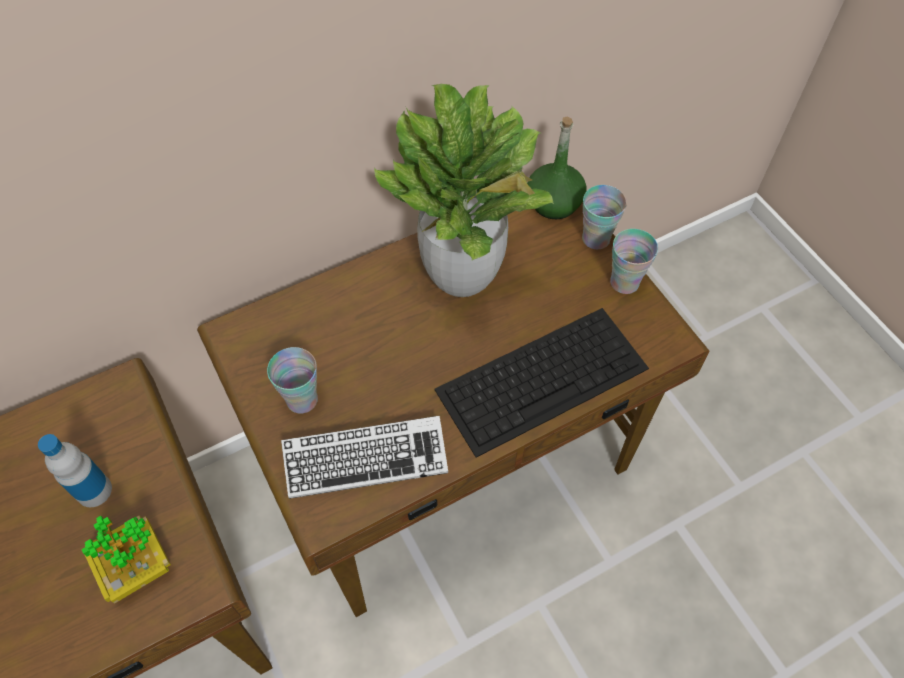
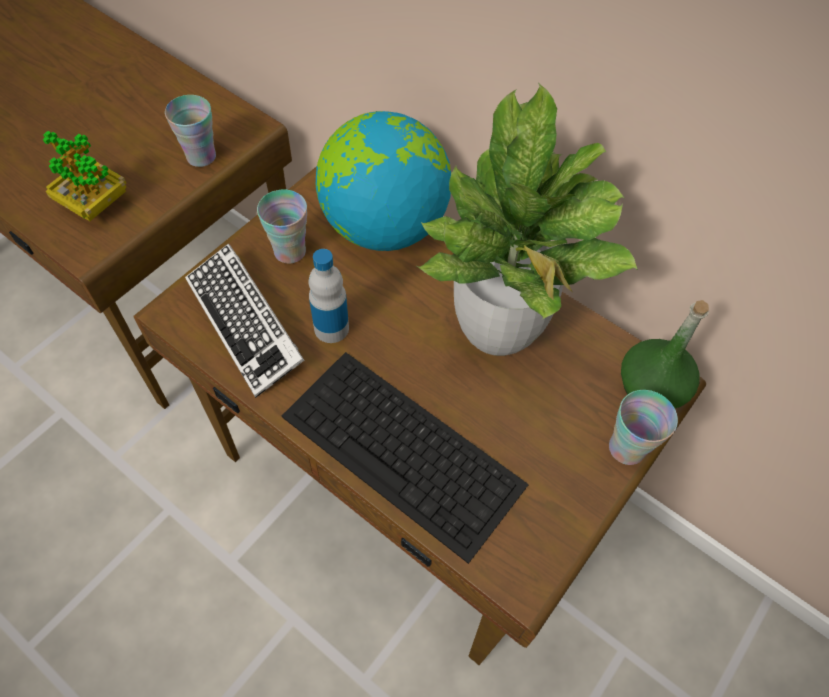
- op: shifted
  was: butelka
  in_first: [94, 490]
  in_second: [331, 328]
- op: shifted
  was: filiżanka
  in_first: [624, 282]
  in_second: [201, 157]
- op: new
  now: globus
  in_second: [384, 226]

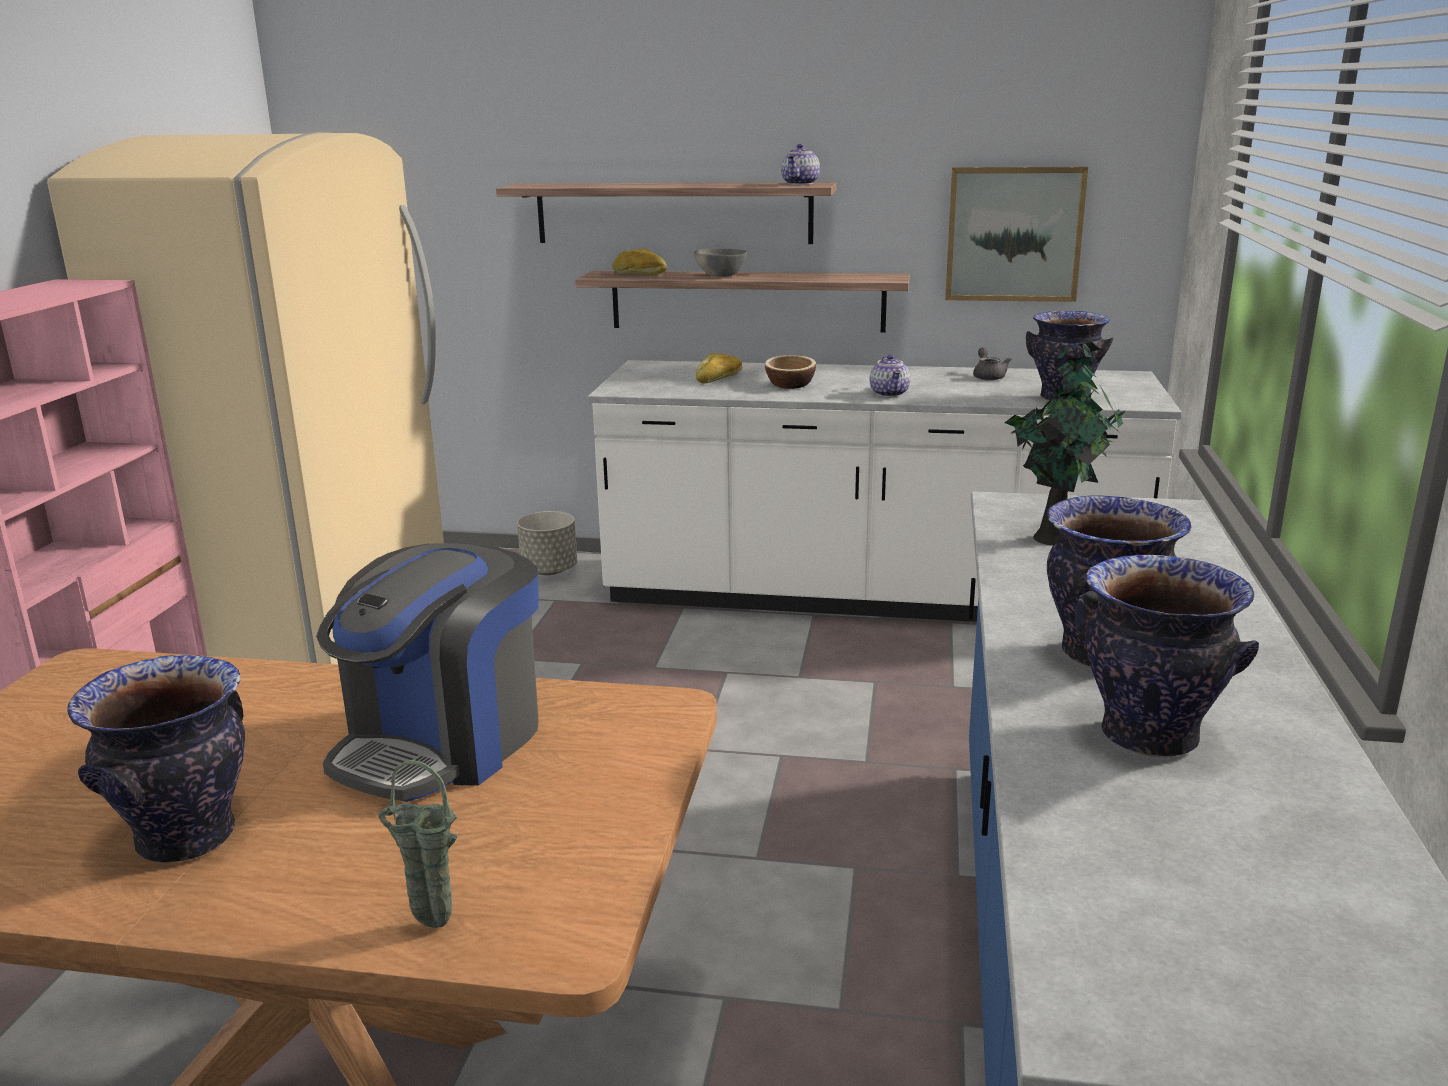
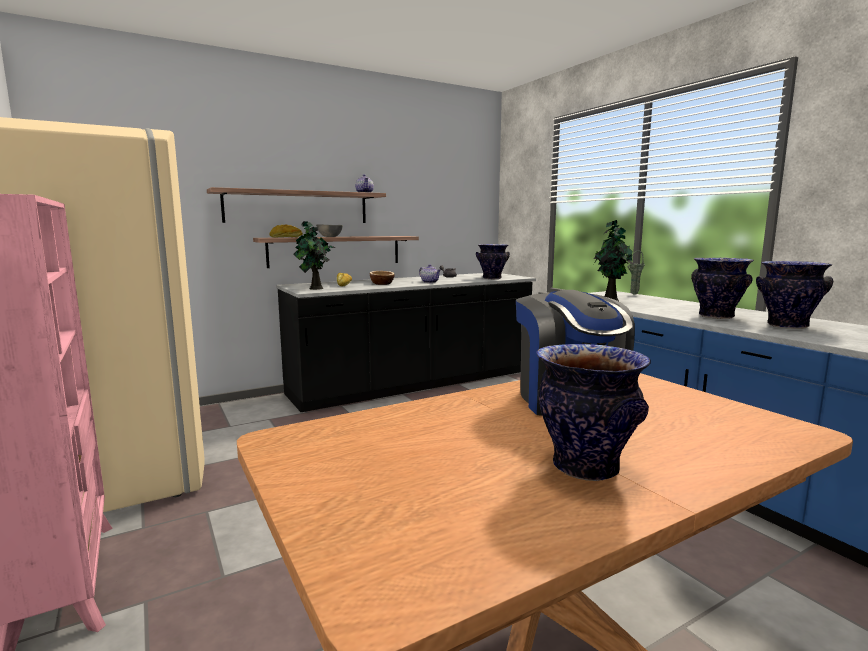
- op: shifted
  was: wazon [zielony]
  in_first: [428, 924]
  in_second: [633, 294]
- op: gone
  was: donica [szary]
  in_first: [549, 570]
- op: repainted
  was: zabudowa kuchenna [biały]
  now: zabudowa kuchenna [czarny]
  in_first: [870, 597]
  in_second: [414, 383]
- op: gone
  was: obraz
  in_first: [1014, 234]
- op: new
  now: roślina doniczkowa
  in_second: [315, 288]

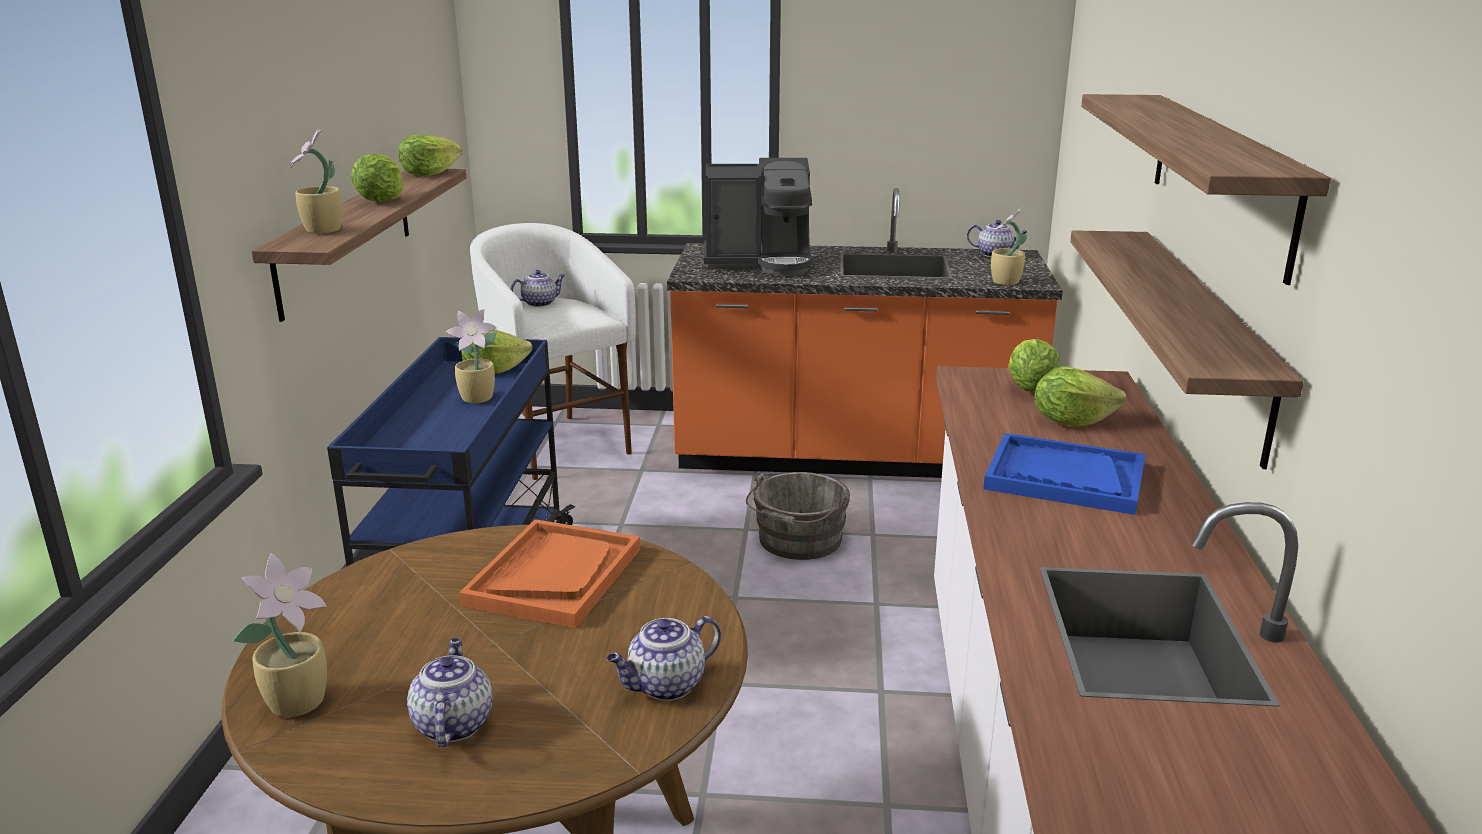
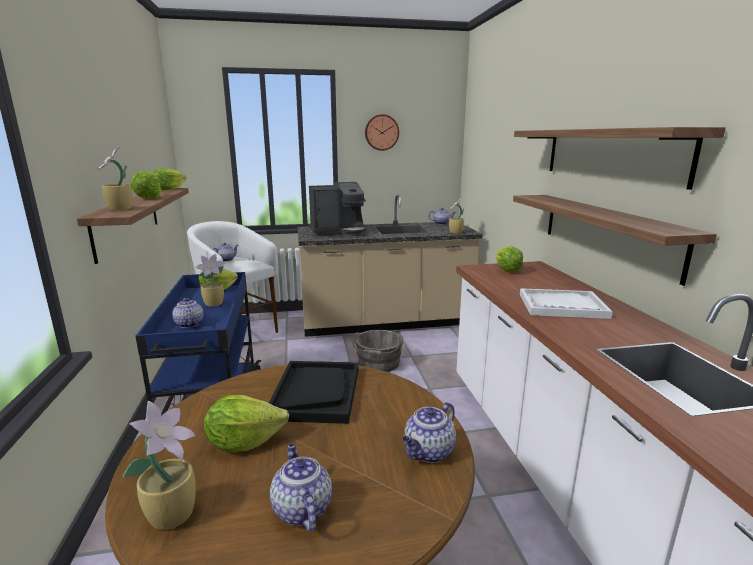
- op: repainted
  was: taca [pomarańczowy]
  now: taca [czarny]
  in_first: [554, 576]
  in_second: [316, 393]
- op: repainted
  was: zabudowa kuchenna [pomarańczowy]
  now: zabudowa kuchenna [beżowy]
  in_first: [852, 457]
  in_second: [385, 322]
- op: repainted
  was: taca [niebieski]
  now: taca [biały]
  in_first: [1064, 477]
  in_second: [562, 306]
- op: shifted
  was: sałata
  in_first: [1071, 421]
  in_second: [244, 442]
- op: new
  now: imbryk
  in_second: [188, 324]
- op: new
  now: zegar ścienny
  in_second: [381, 132]

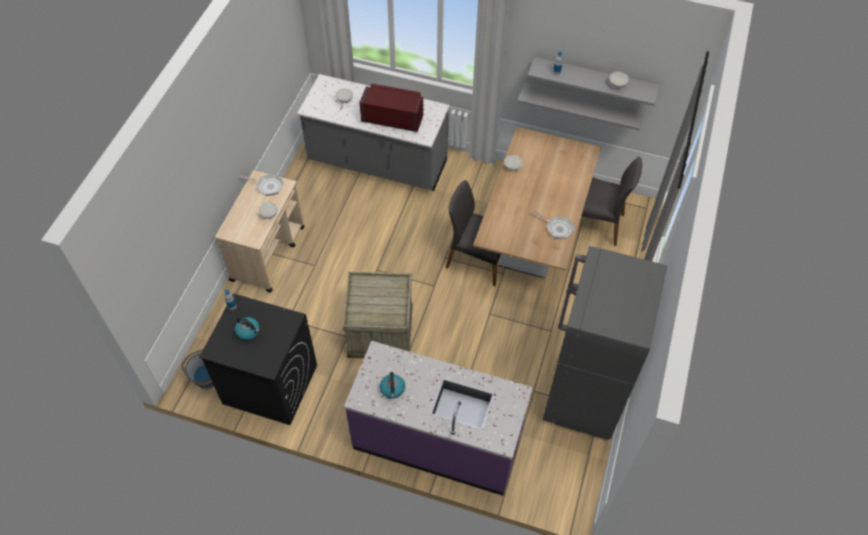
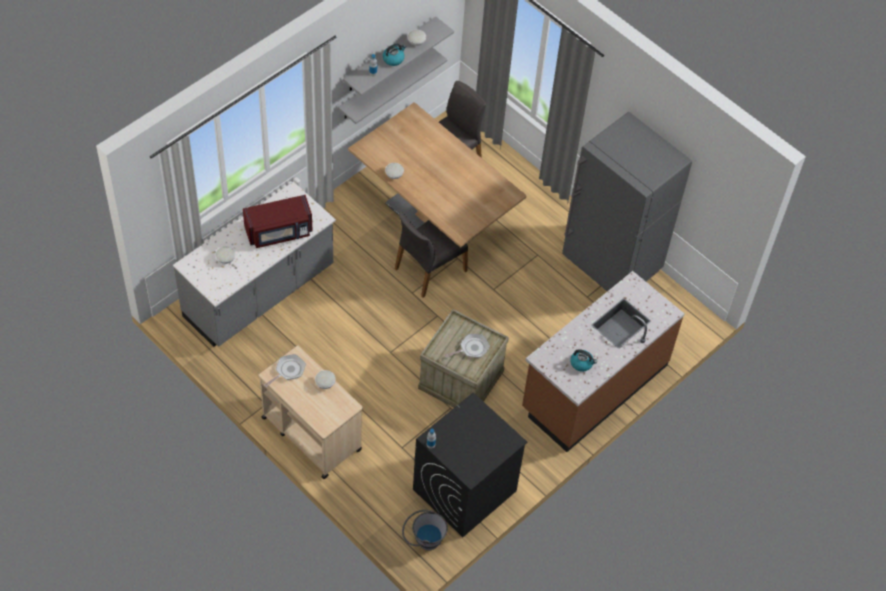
- op: shifted
  was: czajnik
  in_first: [248, 331]
  in_second: [393, 59]
- op: repainted
  was: zabudowa kuchenna [fioletowy]
  now: zabudowa kuchenna [brązowy]
  in_first: [437, 440]
  in_second: [593, 387]
- op: rotated
  was: mikrofalówka [czerwony]
  in_first: [392, 118]
  in_second: [279, 232]
  clockwise: -150
- op: shifted
  was: patelnia
  in_first: [557, 228]
  in_second: [472, 348]

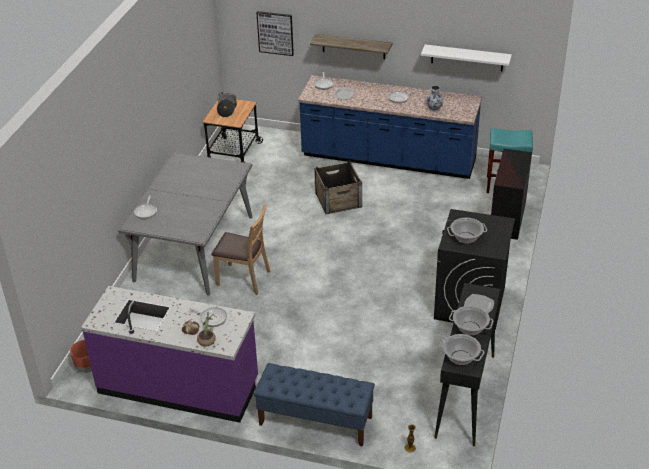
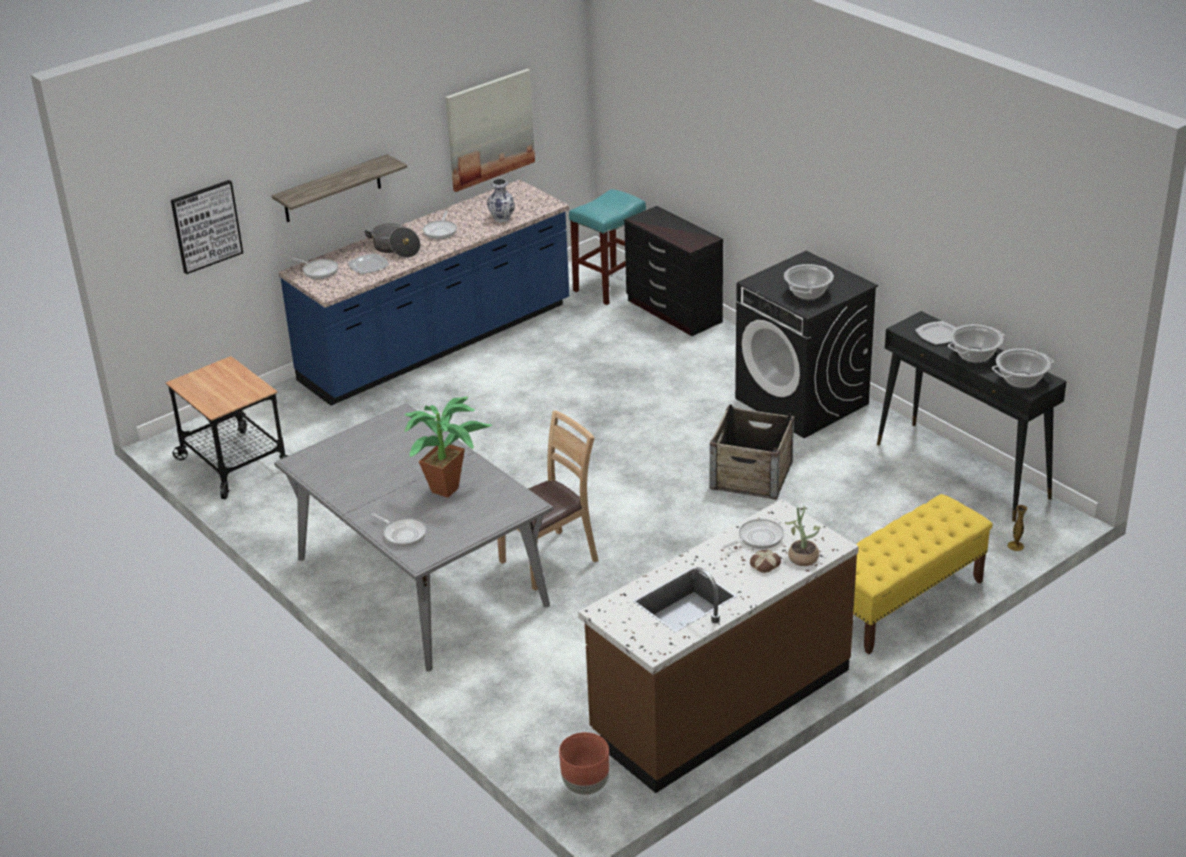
- op: repainted
  was: zabudowa kuchenna [fioletowy]
  now: zabudowa kuchenna [brązowy]
  in_first: [179, 386]
  in_second: [720, 702]
- op: shifted
  was: garnek
  in_first: [227, 109]
  in_second: [395, 249]
- op: repainted
  was: ławka [niebieski]
  now: ławka [żółty]
  in_first: [315, 421]
  in_second: [903, 603]
- op: shifted
  was: skrzynka
  in_first: [338, 199]
  in_second: [751, 474]
- op: swapped
  was: półka [biały]
  now: obraz
  in_first: [467, 58]
  in_second: [489, 129]
- op: new
  now: roślina doniczkowa
  in_second: [450, 488]

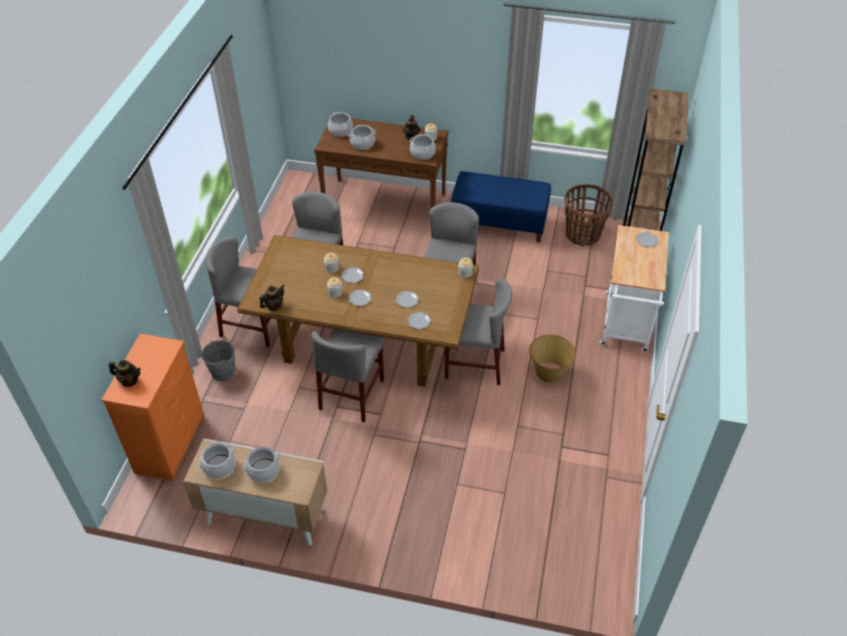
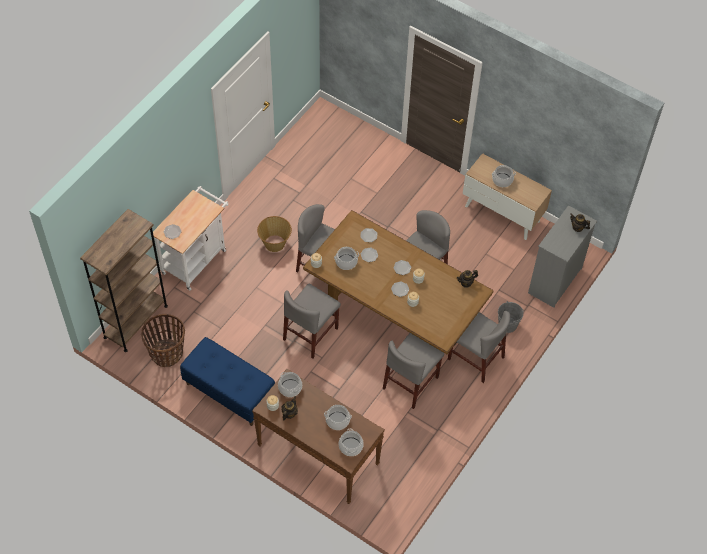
- op: repainted
  was: komoda [pomarańczowy]
  now: komoda [szary]
  in_first: [171, 443]
  in_second: [554, 281]
- op: shifted
  was: garnek
  in_first: [219, 466]
  in_second: [346, 262]

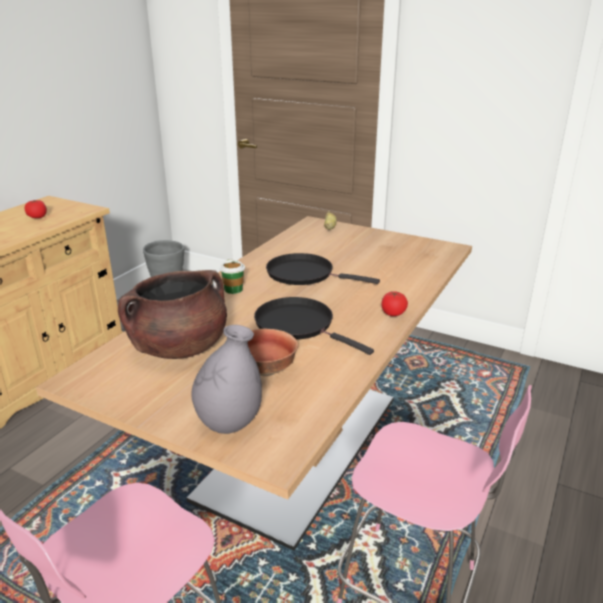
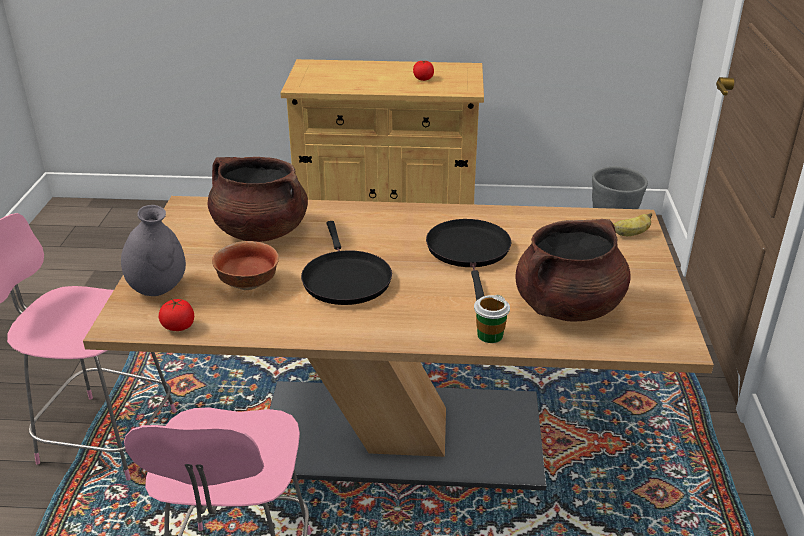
- op: shifted
  was: filiżanka
  in_first: [233, 289]
  in_second: [490, 335]
- op: rotated
  was: patelnia [czarny]
  in_first: [298, 325]
  in_second: [345, 279]
  clockwise: 150
- op: shifted
  was: pomidor
  in_first: [393, 313]
  in_second: [178, 326]
- op: new
  now: garnek [brązowy]
  in_second: [567, 307]

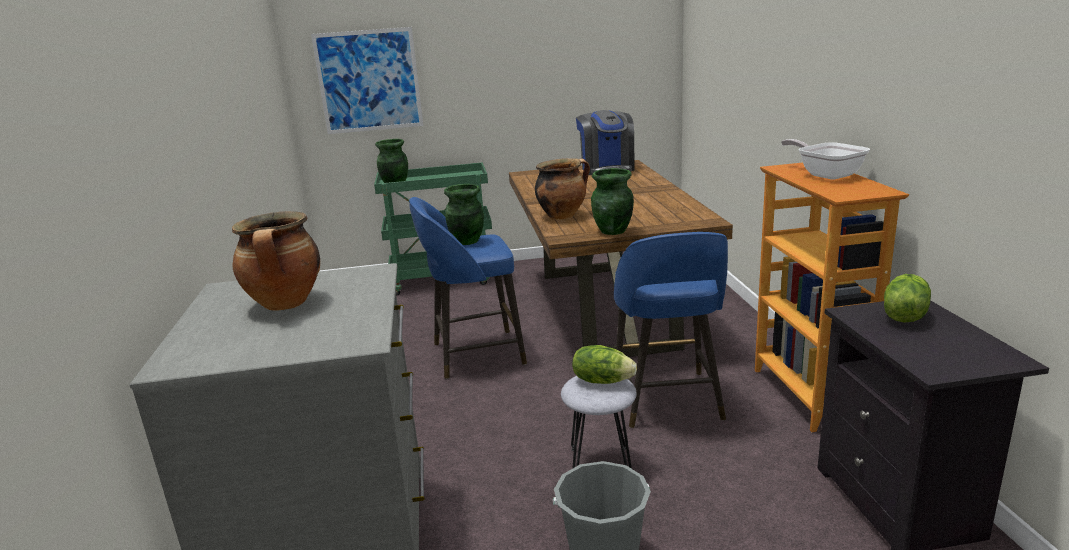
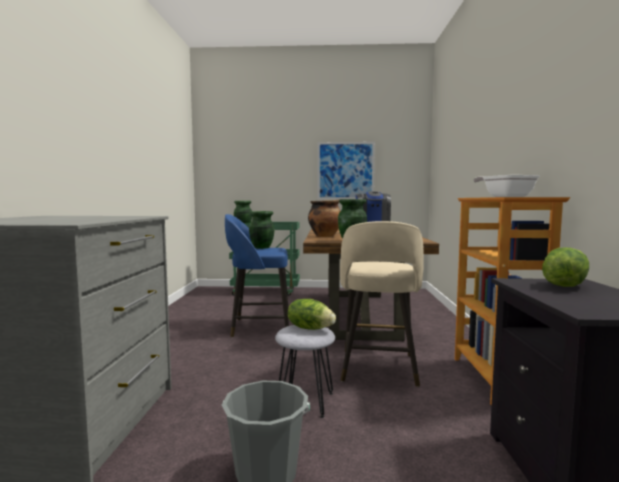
- op: gone
  was: garnek
  in_first: [286, 304]
- op: shifted
  was: obraz
  in_first: [369, 81]
  in_second: [345, 171]
- op: repainted
  was: stołek [niebieski]
  now: stołek [beżowy]
  in_first: [667, 401]
  in_second: [378, 369]

